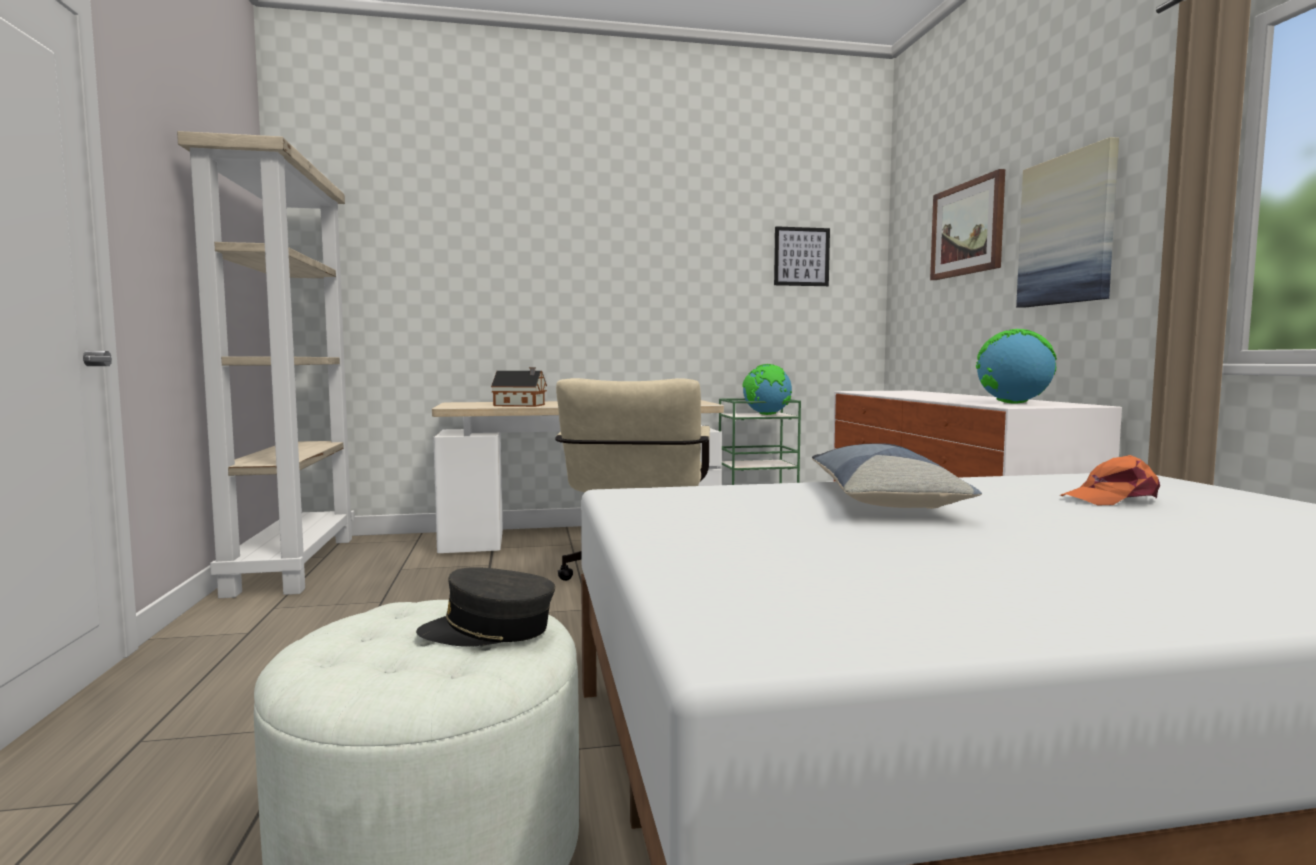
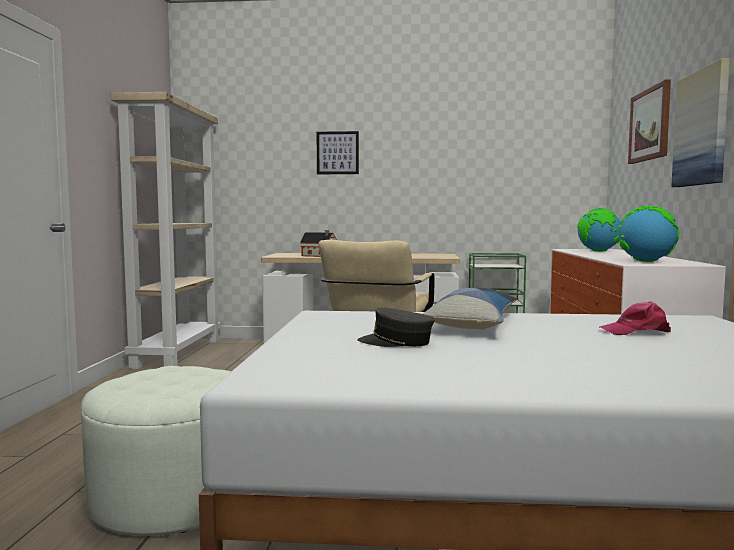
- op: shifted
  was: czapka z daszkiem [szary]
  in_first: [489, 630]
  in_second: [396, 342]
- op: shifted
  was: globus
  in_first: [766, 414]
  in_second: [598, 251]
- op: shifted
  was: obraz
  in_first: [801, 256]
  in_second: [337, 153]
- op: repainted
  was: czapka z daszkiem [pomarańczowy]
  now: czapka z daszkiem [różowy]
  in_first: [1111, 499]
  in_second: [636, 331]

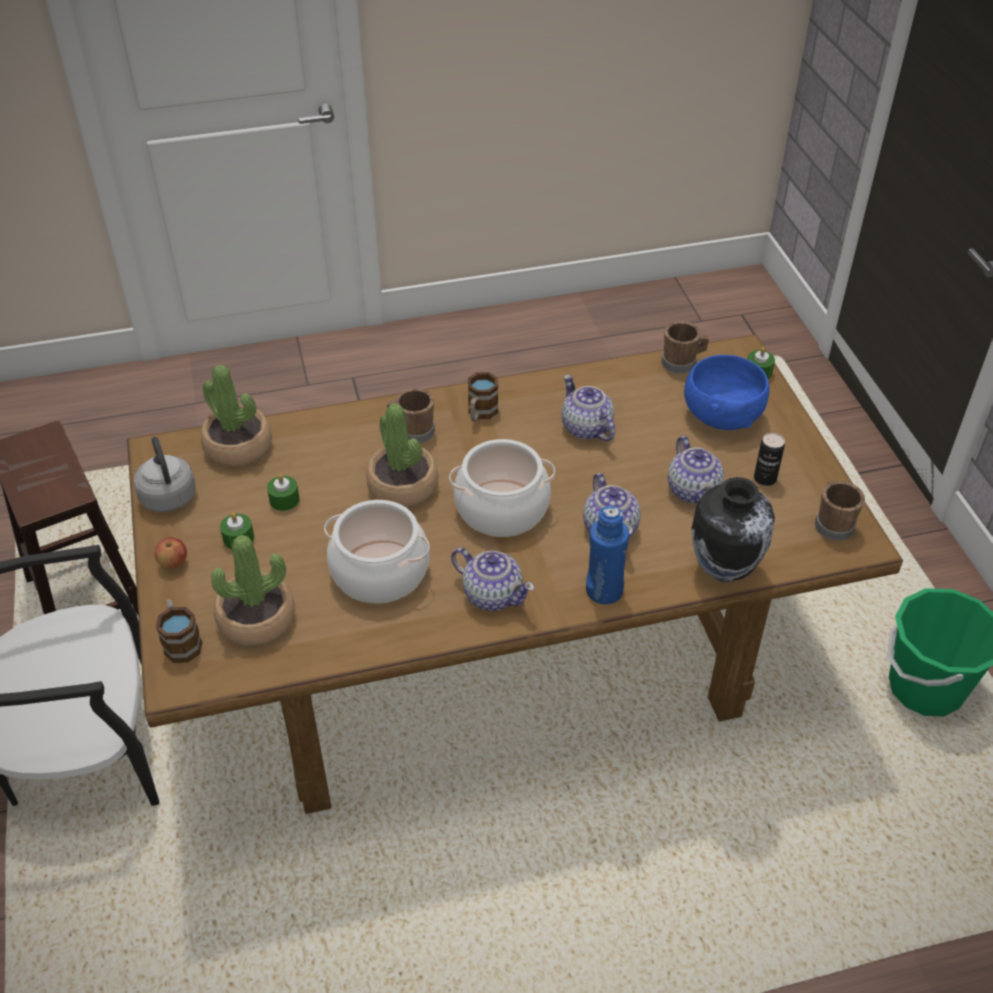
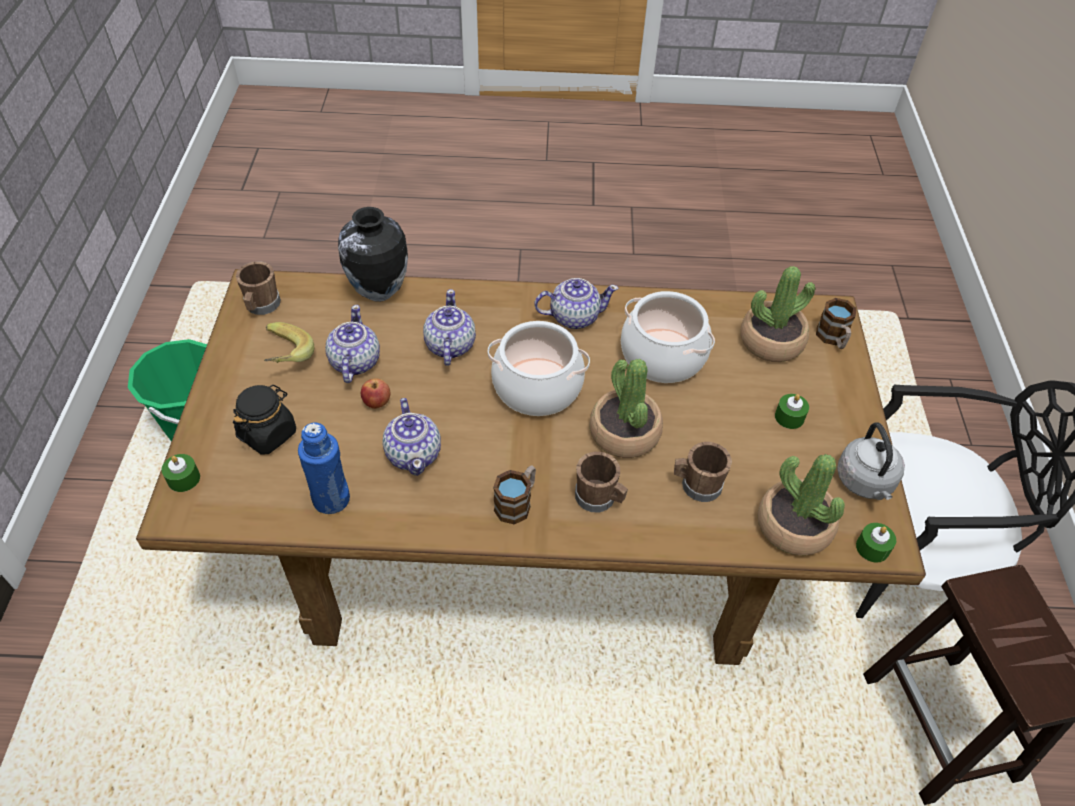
- op: shifted
  was: jabłko
  in_first: [173, 563]
  in_second: [377, 403]
- op: shifted
  was: świeca [zielony]
  in_first: [284, 500]
  in_second: [872, 548]
- op: rotated
  was: imbryk
  in_first: [492, 594]
  in_second: [574, 317]
  clockwise: 120
- op: shifted
  was: butelka [niebieski]
  in_first: [604, 591]
  in_second: [331, 499]
- op: shifted
  was: kubek [brązowy]
  in_first: [682, 363]
  in_second: [696, 485]
- op: swapped
  was: miska [niebieski]
  now: słoik [czarny]
  in_first: [721, 415]
  in_second: [268, 434]
- op: swapped
  was: puszka
  now: banan
  in_first: [765, 478]
  in_second: [283, 357]

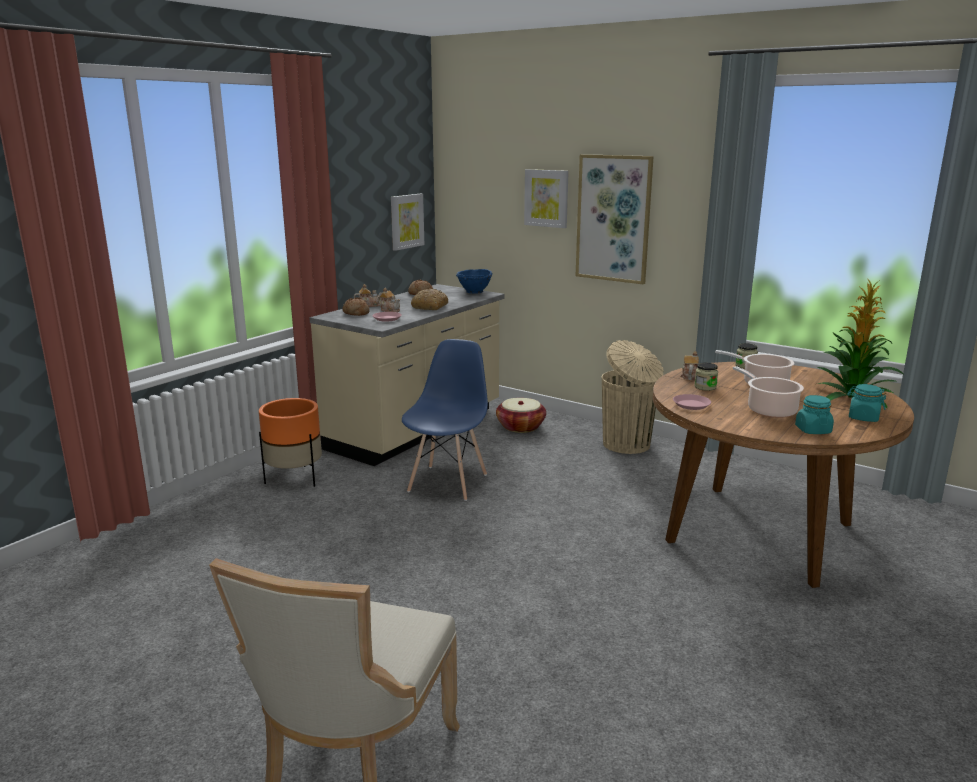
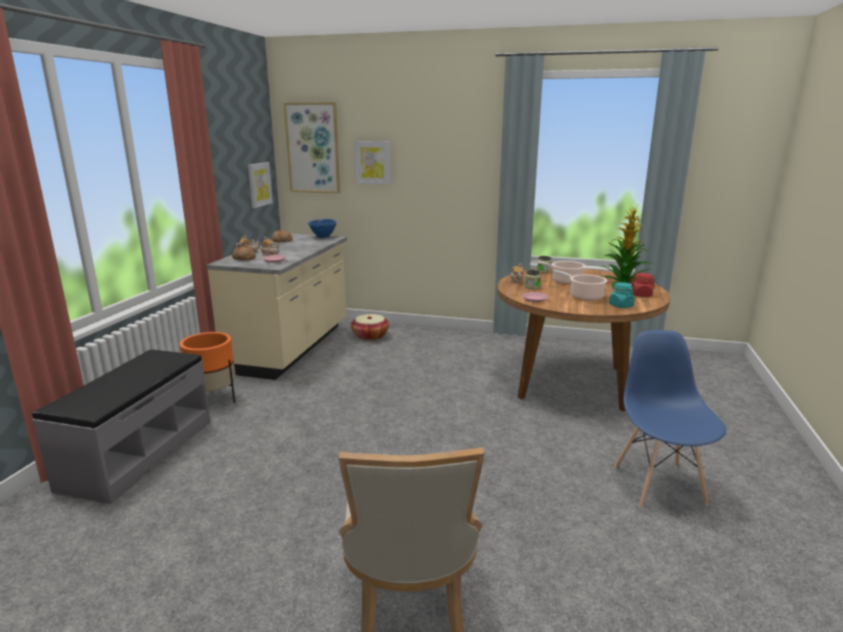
- op: shifted
  was: krzesło [niebieski]
  in_first: [448, 482]
  in_second: [659, 484]
- op: gone
  was: chleb
  in_first: [430, 306]
- op: shifted
  was: obraz
  in_first: [613, 218]
  in_second: [313, 148]
- op: gone
  was: kosz na śmieci [beżowy]
  in_first: [627, 445]
- op: repainted
  was: słoik [turkusowy]
  now: słoik [czerwony]
  in_first: [863, 418]
  in_second: [641, 295]
- op: new
  now: ławka [szary]
  in_second: [138, 453]

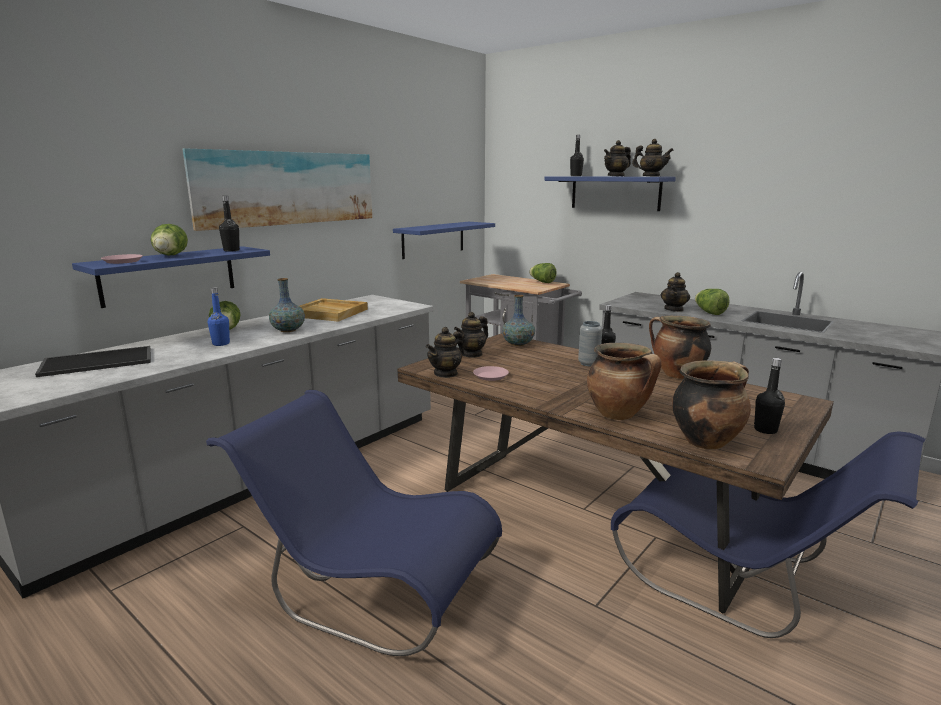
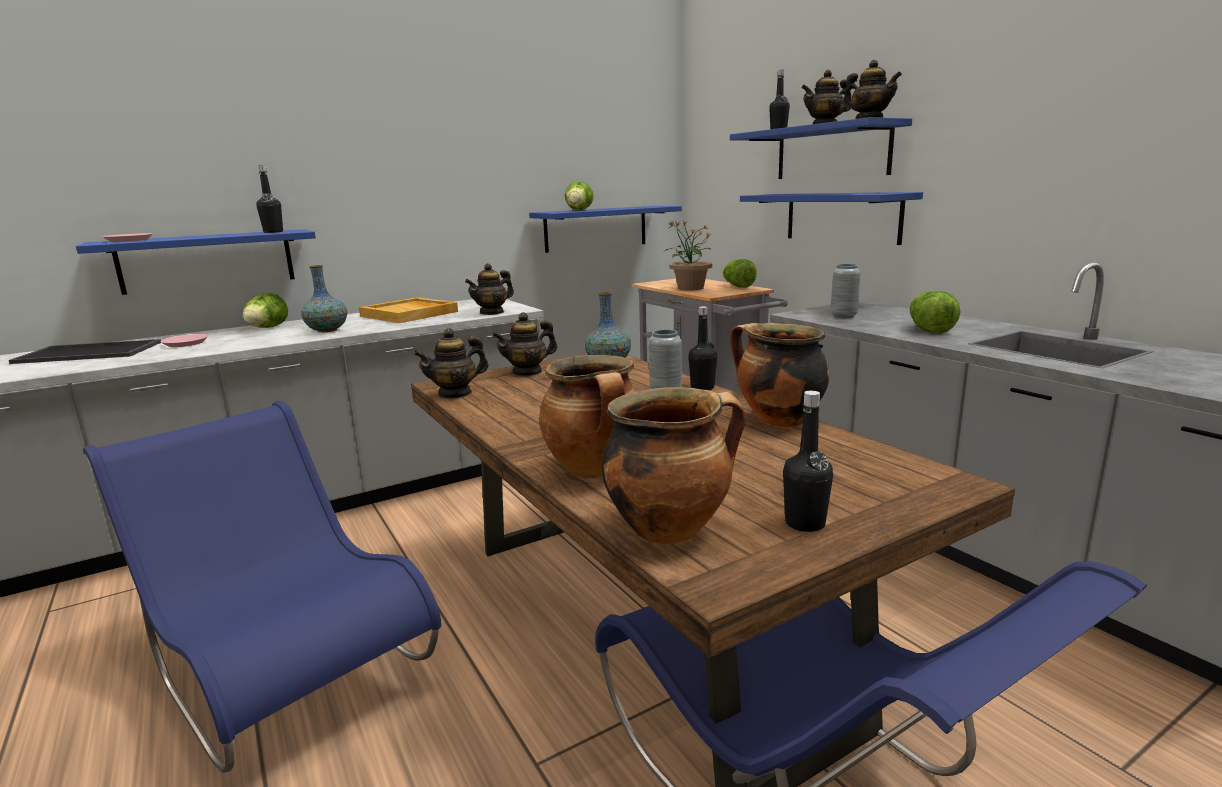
- op: shifted
  was: sałata
  in_first: [170, 256]
  in_second: [578, 210]
- op: gone
  was: obraz
  in_first: [288, 188]
- op: gone
  was: butelka [niebieski]
  in_first: [221, 344]
- op: shifted
  was: talerz [różowy]
  in_first: [491, 376]
  in_second: [185, 343]
- op: shifted
  was: imbryk
  in_first: [674, 309]
  in_second: [492, 312]
- op: new
  now: roślina doniczkowa
  in_second: [690, 288]
- op: new
  now: półka [niebieski]
  in_second: [842, 217]
- op: new
  now: wazon [szary]
  in_second: [843, 316]

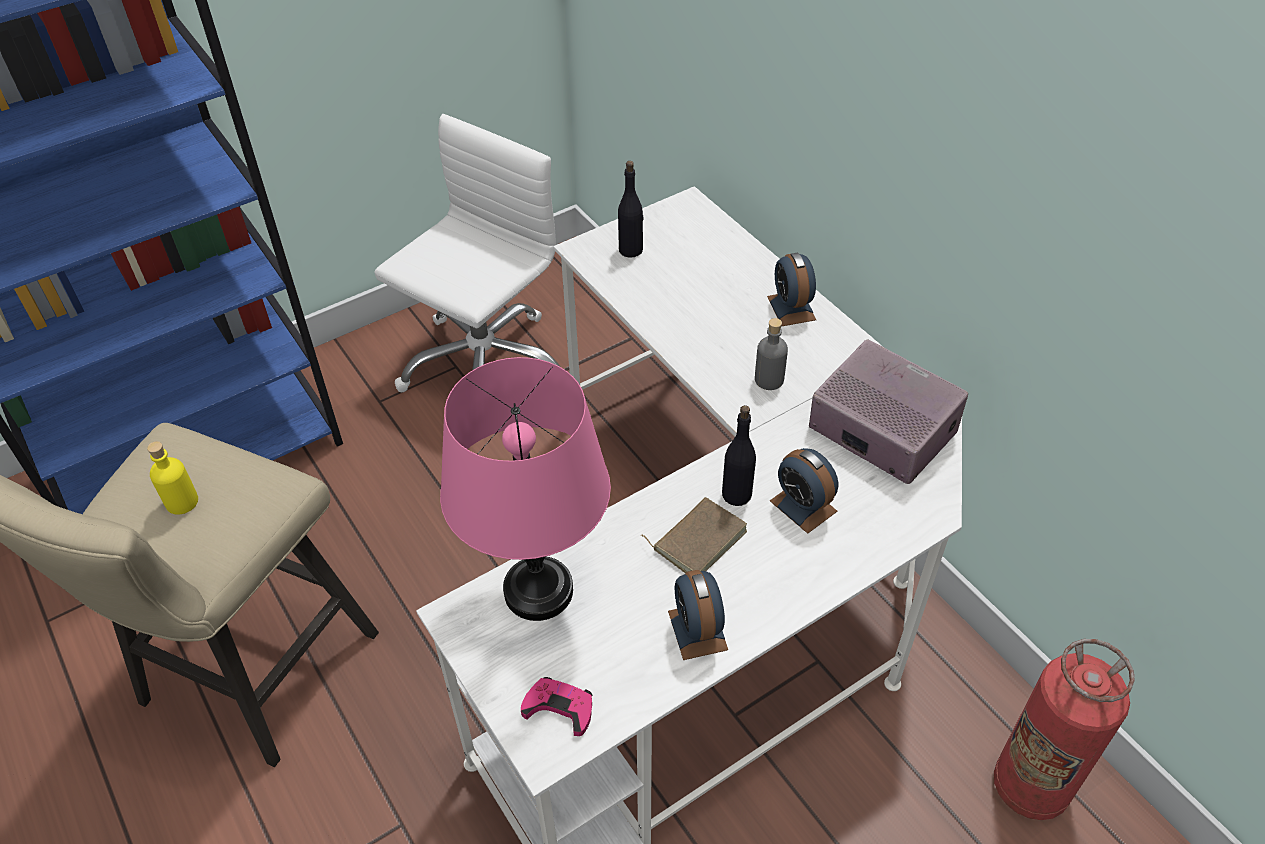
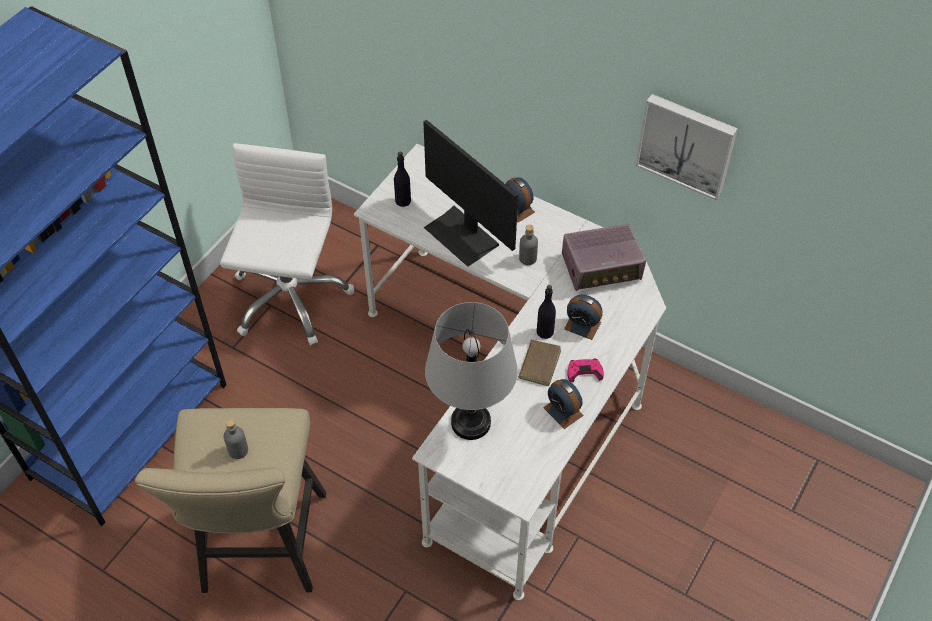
- op: repainted
  was: butelka [żółty]
  now: butelka [szary]
  in_first: [182, 502]
  in_second: [238, 450]
- op: repainted
  was: lampa stołowa [różowy]
  now: lampa stołowa [szary]
  in_first: [538, 591]
  in_second: [470, 422]
- op: shifted
  was: pad do gier [różowy]
  in_first: [559, 708]
  in_second: [584, 372]
- op: rotated
  was: radio
  in_first: [881, 430]
  in_second: [602, 268]
  clockwise: 150
- op: gone
  was: gaśnica
  in_first: [1030, 786]
- op: new
  now: monitor
  in_second: [463, 235]
- op: new
  now: obraz
  in_second: [687, 144]

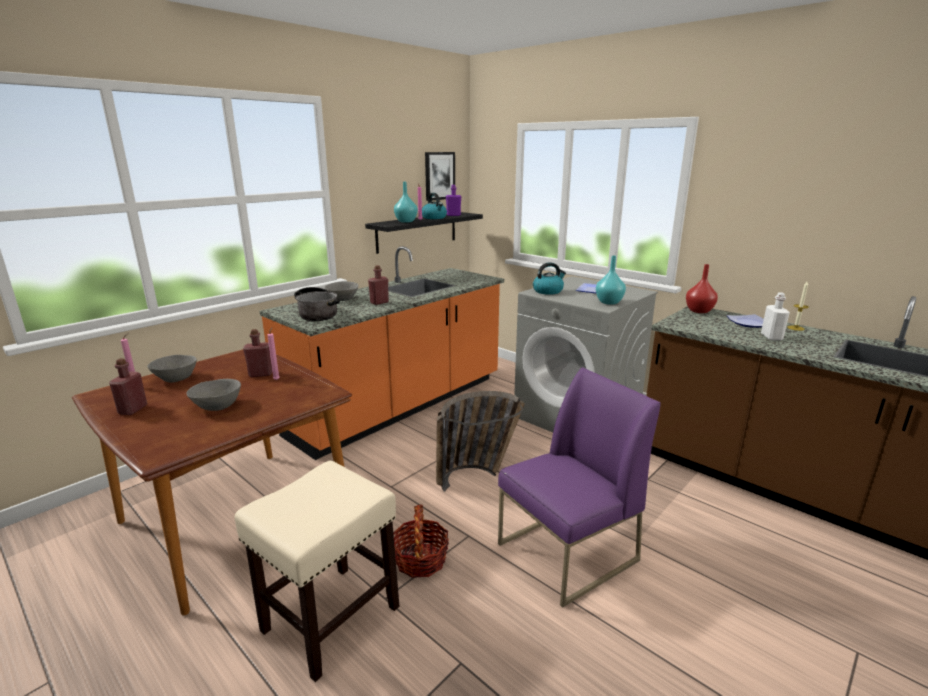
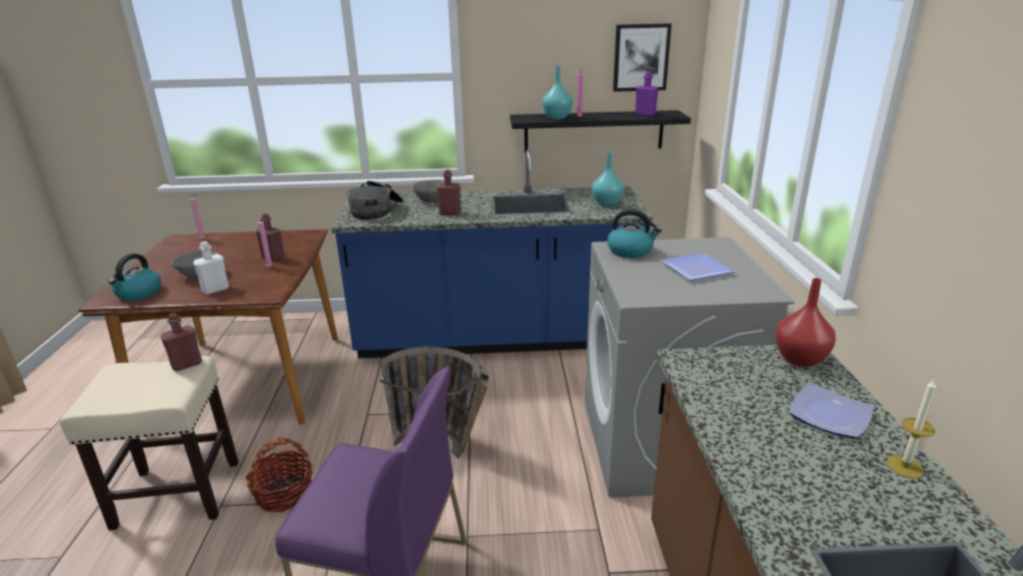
- op: shifted
  was: butelka [czerwony]
  in_first: [133, 409]
  in_second: [187, 364]
- op: gone
  was: miska [szary]
  in_first: [176, 378]
- op: repainted
  was: zabudowa kuchenna [pomarańczowy]
  now: zabudowa kuchenna [niebieski]
  in_first: [400, 406]
  in_second: [496, 339]
- op: shifted
  was: czajnik
  in_first: [434, 218]
  in_second: [138, 293]
- op: shifted
  was: wazon [turkusowy]
  in_first: [609, 302]
  in_second: [607, 203]
- op: shifted
  was: butelka [biały]
  in_first: [771, 337]
  in_second: [215, 289]

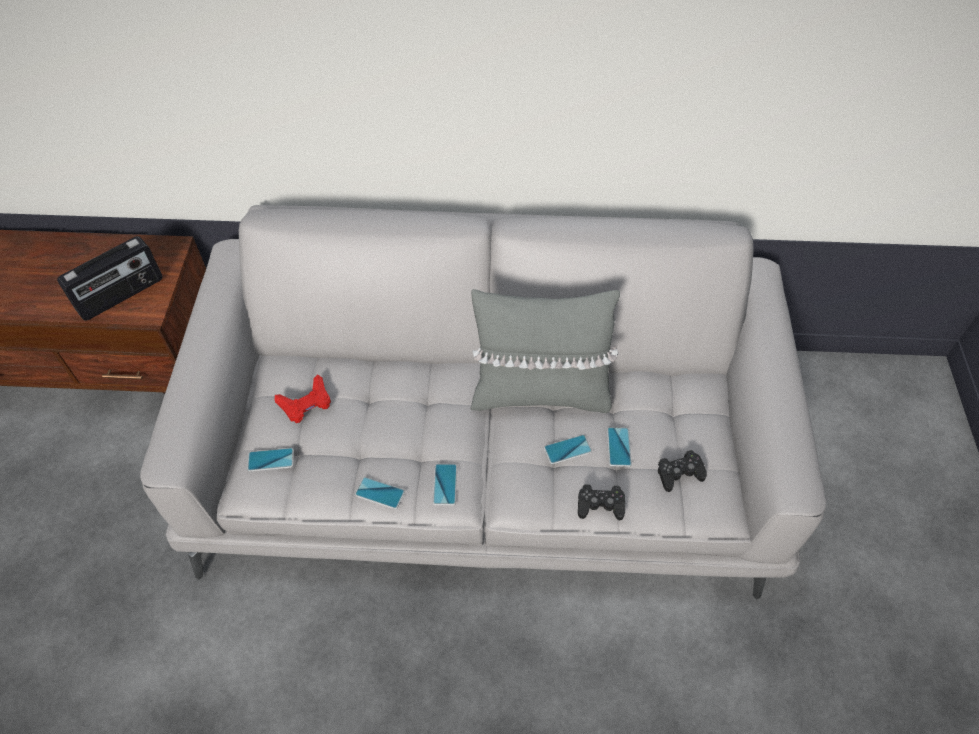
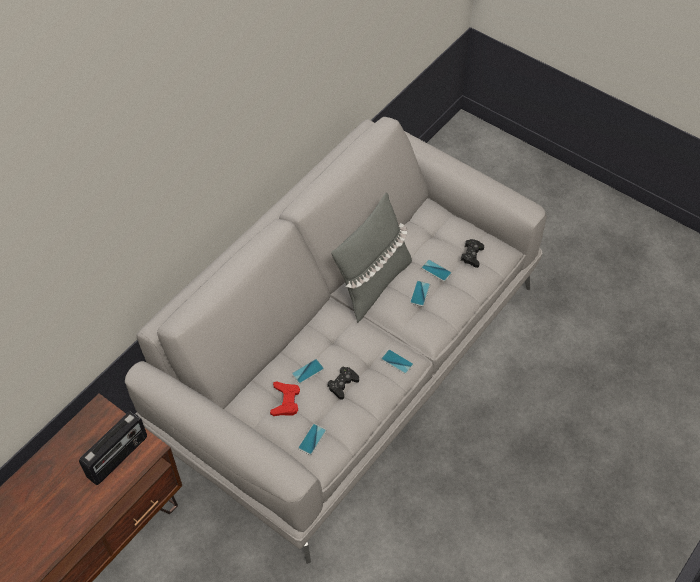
- op: rotated
  was: radio
  in_first: [121, 296]
  in_second: [118, 457]
  clockwise: 45
- op: shifted
  was: telefon
  in_first: [380, 493]
  in_second: [307, 371]
- op: shifted
  was: pad do gier [czarny]
  in_first: [600, 505]
  in_second: [342, 384]

